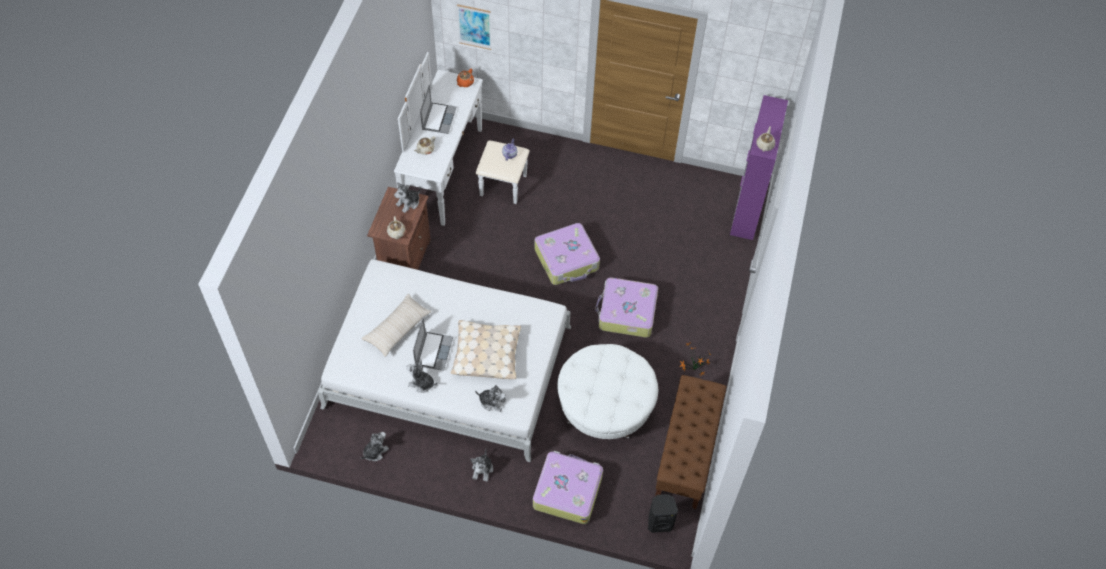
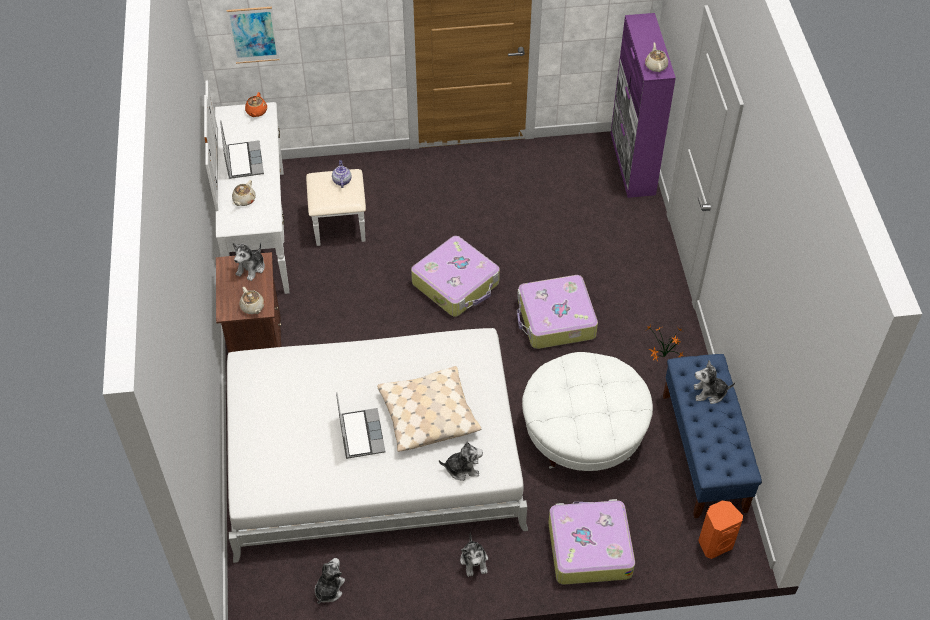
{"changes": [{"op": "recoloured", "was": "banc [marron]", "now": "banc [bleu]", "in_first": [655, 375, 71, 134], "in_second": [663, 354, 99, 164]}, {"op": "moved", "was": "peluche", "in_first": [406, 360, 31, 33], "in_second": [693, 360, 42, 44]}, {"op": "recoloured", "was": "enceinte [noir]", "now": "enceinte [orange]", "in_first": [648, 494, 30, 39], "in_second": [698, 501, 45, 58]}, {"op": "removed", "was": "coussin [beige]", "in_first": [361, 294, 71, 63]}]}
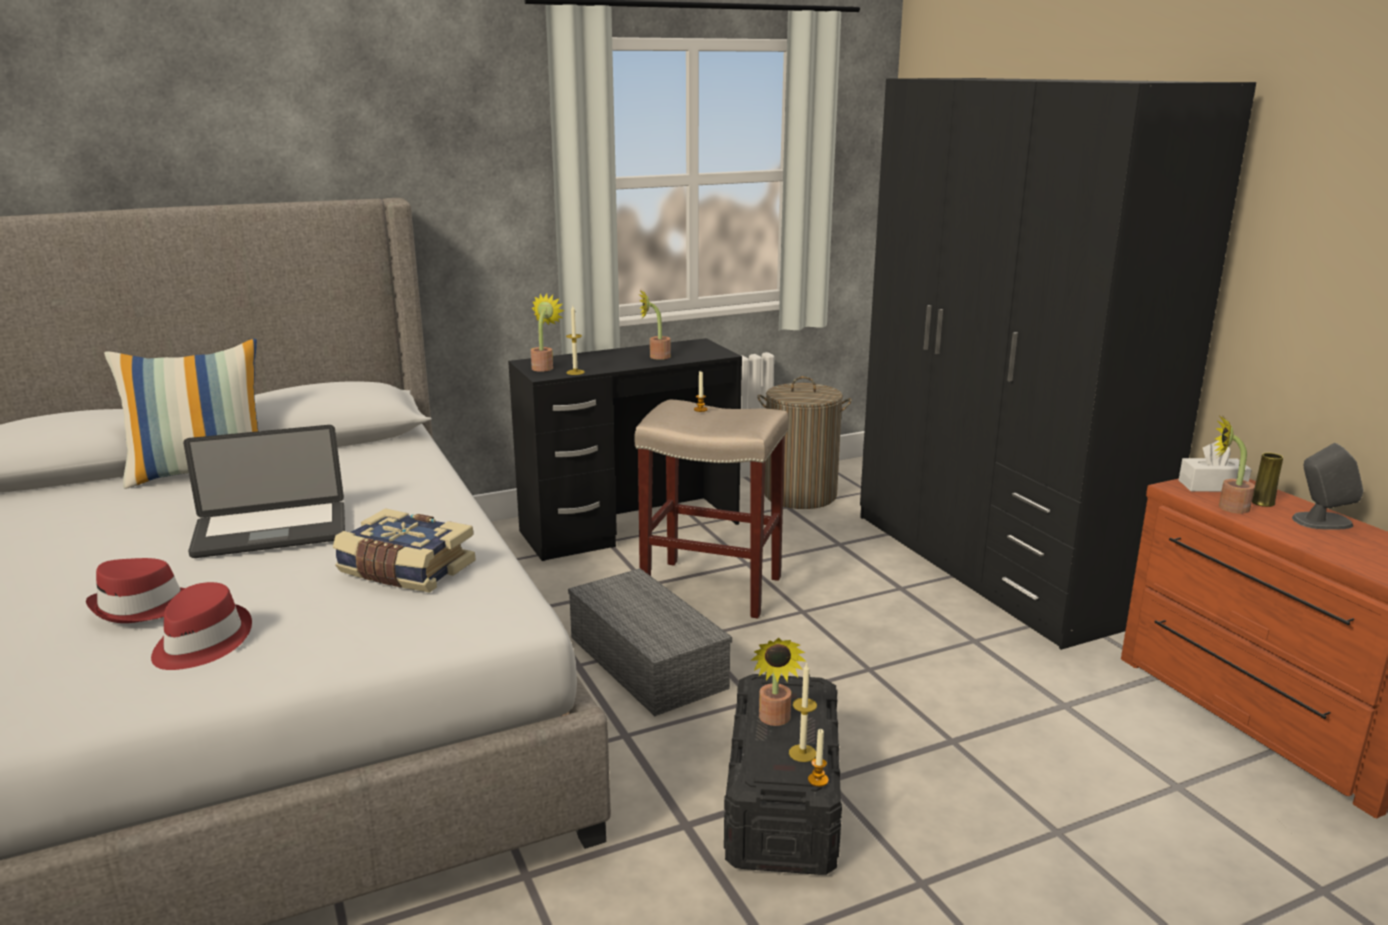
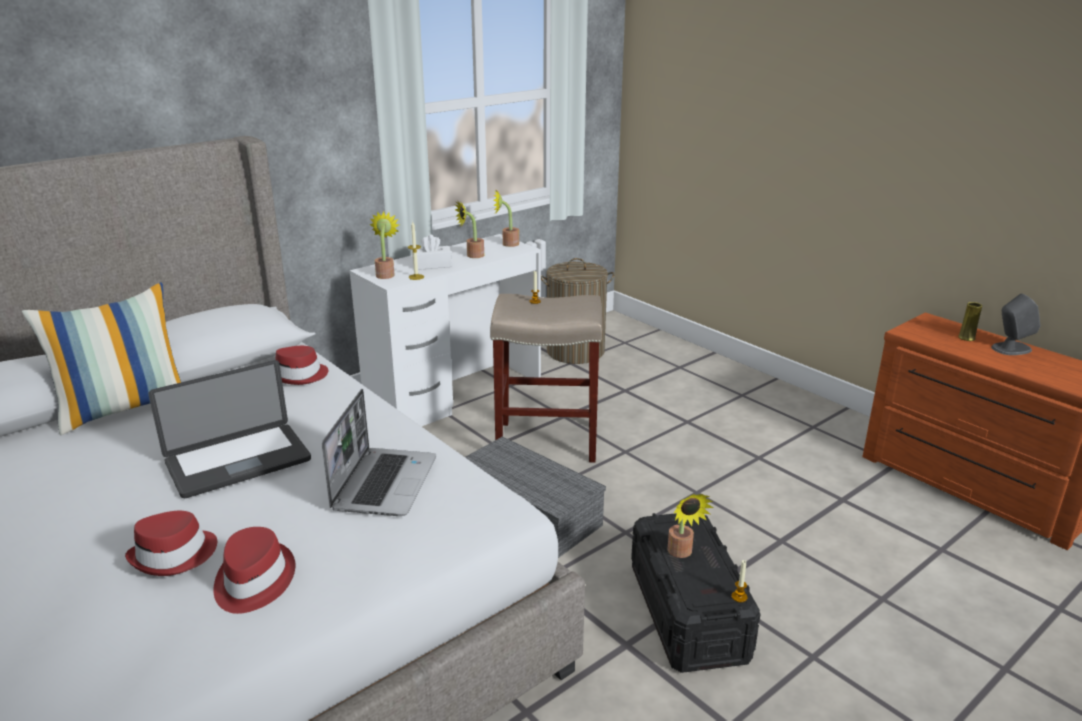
{"changes": [{"op": "added", "now": "chapeau [rouge]", "in_second": [276, 346, 52, 39]}, {"op": "replaced", "was": "livre", "now": "ordinateur portable", "in_first": [333, 508, 143, 85], "in_second": [322, 389, 114, 127]}, {"op": "recoloured", "was": "bureau [noir]", "now": "bureau [blanc]", "in_first": [508, 338, 234, 223], "in_second": [350, 234, 191, 193]}, {"op": "moved", "was": "boîte à mouchoirs [blanc]", "in_first": [1179, 441, 73, 51], "in_second": [412, 234, 40, 36]}, {"op": "moved", "was": "plante en pot", "in_first": [1215, 414, 40, 99], "in_second": [493, 190, 26, 57]}, {"op": "removed", "was": "bougie", "in_first": [789, 662, 28, 100]}, {"op": "removed", "was": "armoire [noir]", "in_first": [860, 78, 396, 572]}]}
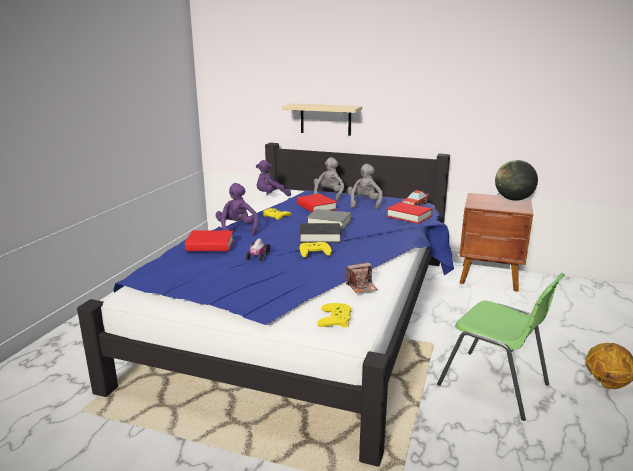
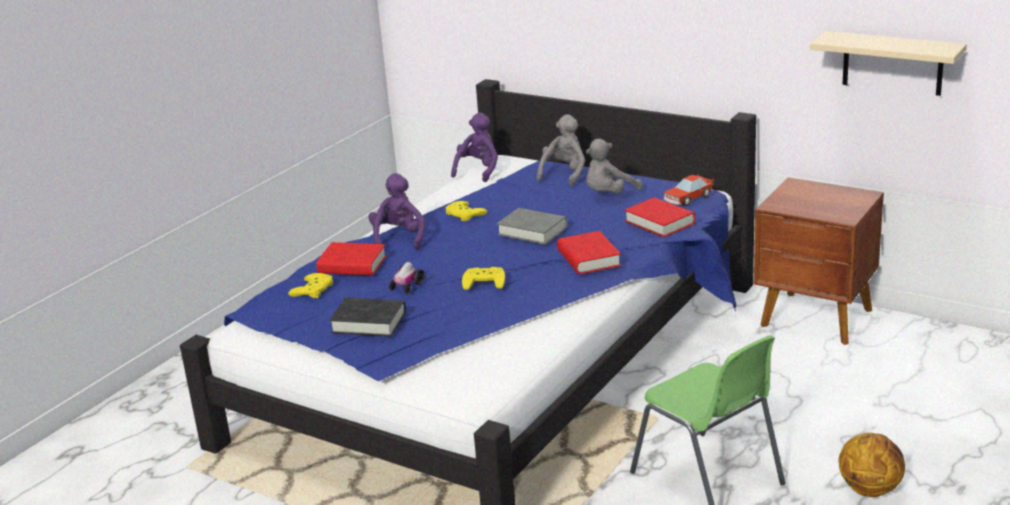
{"changes": [{"op": "moved", "was": "manette [jaune]", "in_first": [317, 303, 34, 24], "in_second": [288, 273, 45, 25]}, {"op": "moved", "was": "livre [noir]", "in_first": [300, 223, 41, 20], "in_second": [329, 298, 77, 39]}, {"op": "turned", "was": "peluche [violet]", "in_first": [256, 160, 35, 36], "in_second": [451, 113, 47, 69], "clockwise": 120}, {"op": "moved", "was": "livre [rouge]", "in_first": [297, 194, 40, 18], "in_second": [557, 231, 64, 43]}, {"op": "turned", "was": "peluche [gris]", "in_first": [347, 164, 36, 46], "in_second": [586, 139, 57, 54], "clockwise": -150}, {"op": "moved", "was": "étagère [beige]", "in_first": [282, 103, 80, 33], "in_second": [810, 31, 157, 65]}, {"op": "removed", "was": "appareil photo", "in_first": [346, 262, 32, 31]}, {"op": "removed", "was": "globe", "in_first": [495, 160, 43, 41]}]}
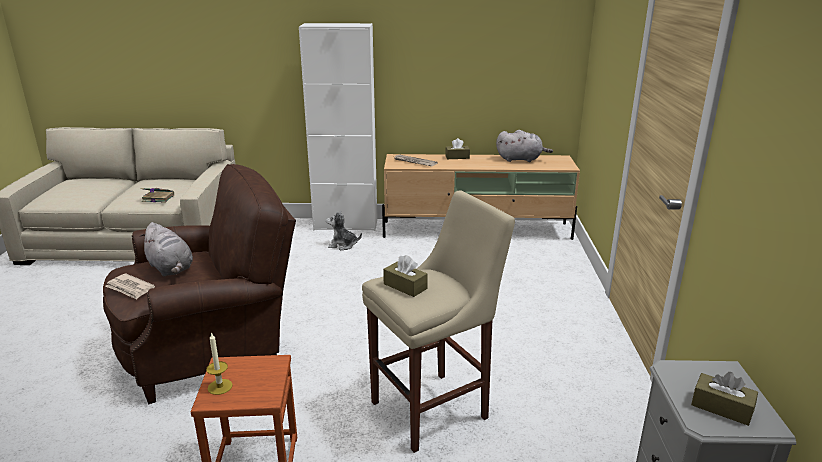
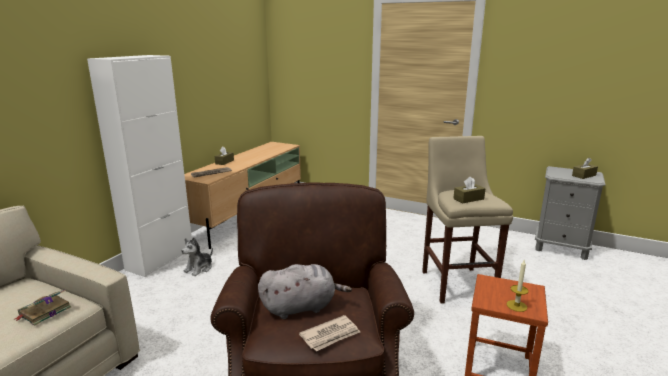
{"changes": [{"op": "removed", "was": "peluche [gris]", "in_first": [496, 130, 57, 32]}]}
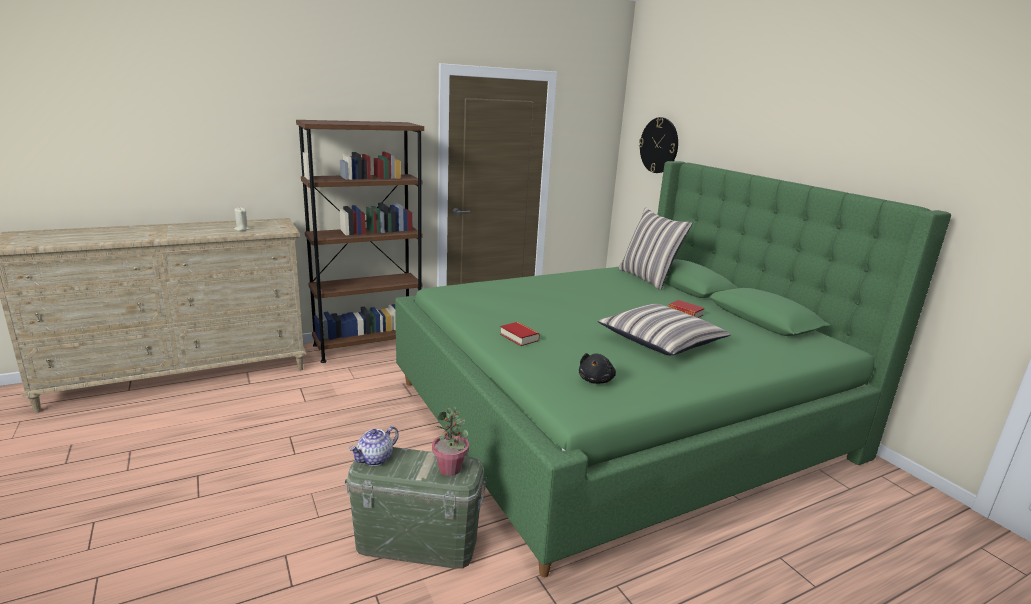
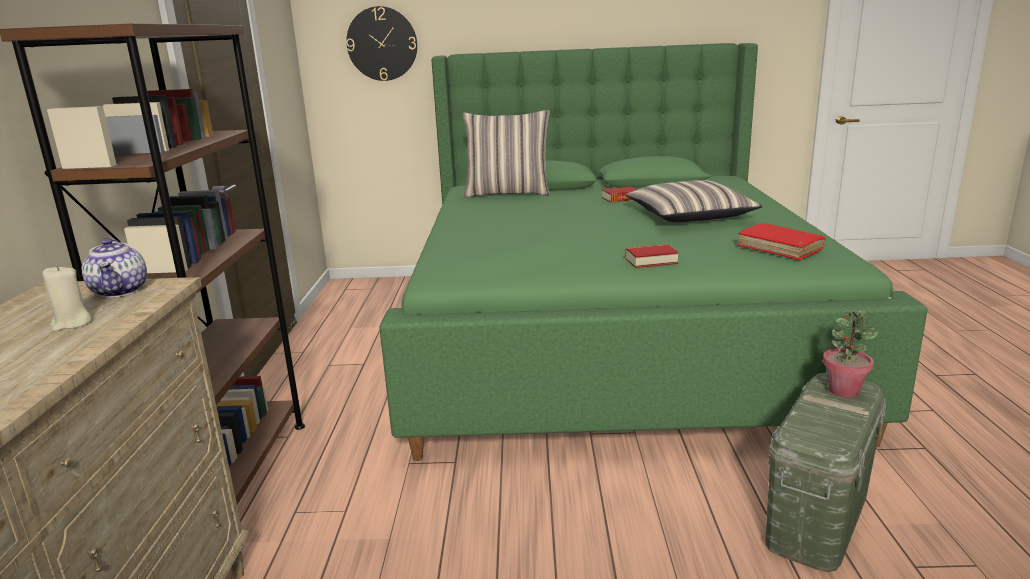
{"changes": [{"op": "moved", "was": "théière", "in_first": [349, 426, 50, 40], "in_second": [82, 238, 65, 60]}, {"op": "replaced", "was": "peluche [noir]", "now": "livre [rouge]", "in_first": [579, 353, 37, 31], "in_second": [737, 223, 89, 37]}]}
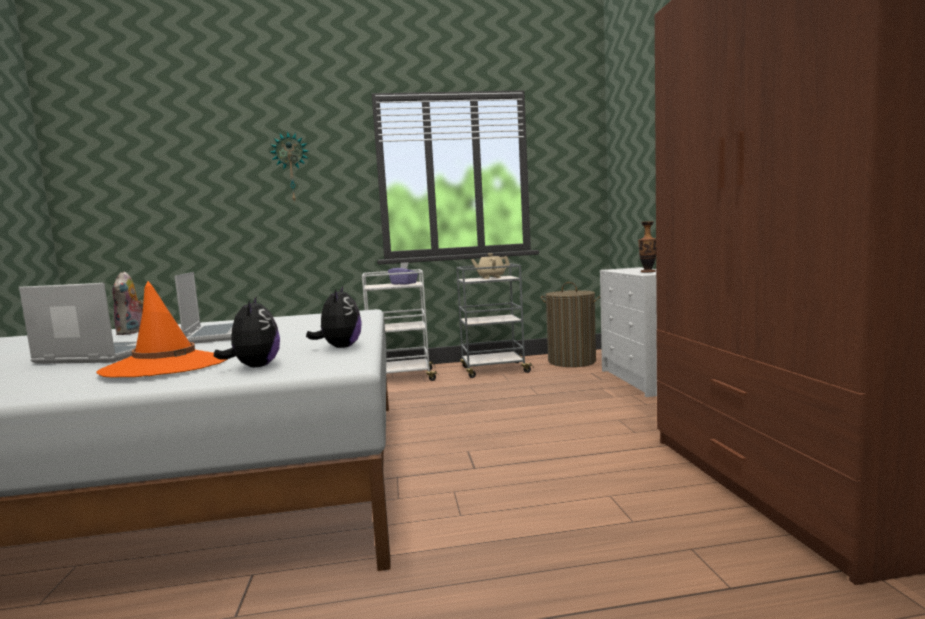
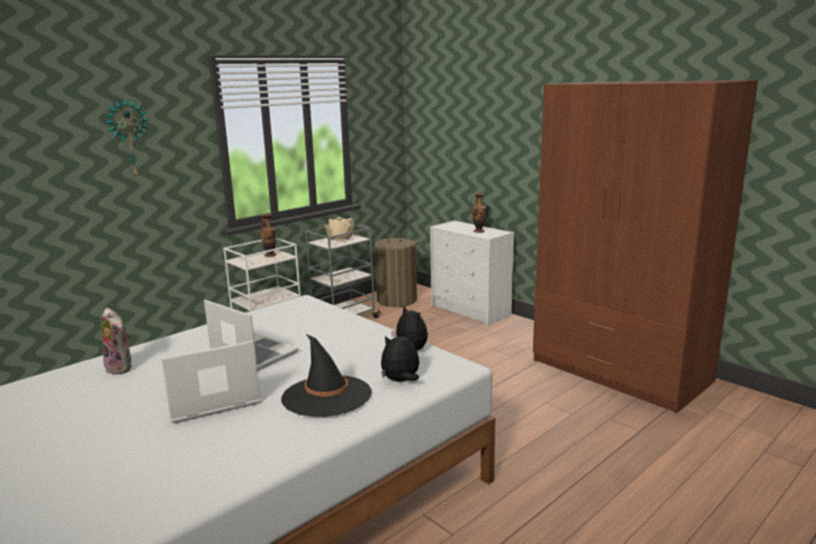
{"changes": [{"op": "replaced", "was": "boîte à mouchoirs [violet]", "now": "vase", "in_first": [388, 262, 30, 23], "in_second": [260, 214, 16, 43]}, {"op": "recoloured", "was": "chapeau [orange]", "now": "chapeau [noir]", "in_first": [96, 281, 132, 97], "in_second": [281, 334, 91, 83]}, {"op": "turned", "was": "peluche", "in_first": [214, 297, 66, 70], "in_second": [381, 332, 38, 50], "clockwise": -60}]}
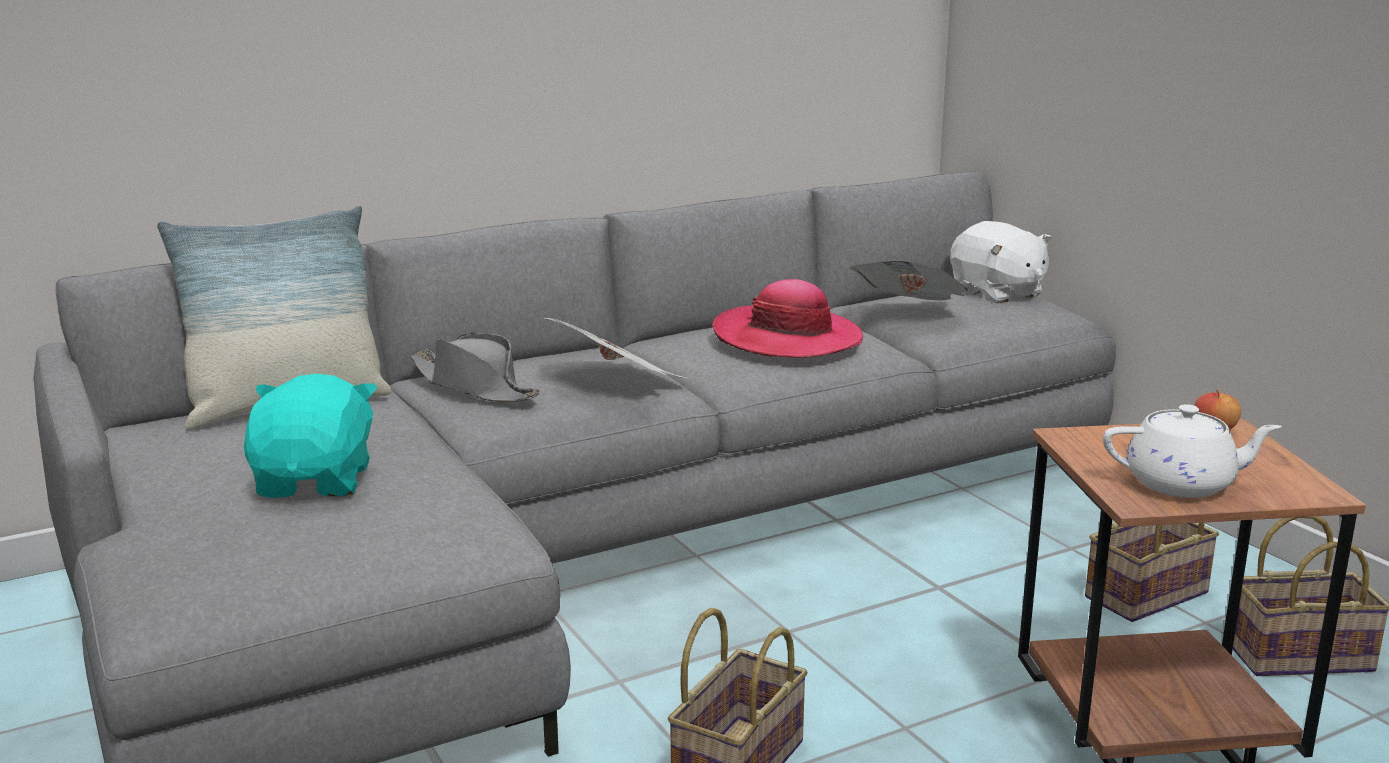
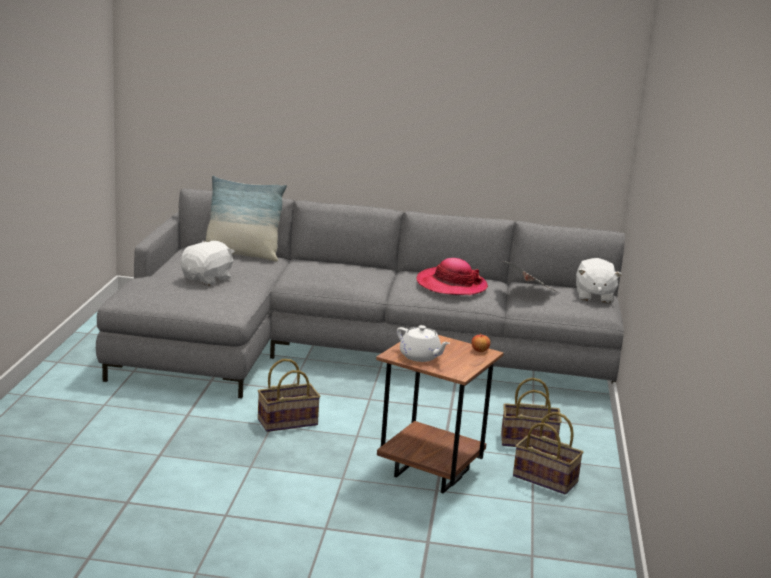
{"changes": [{"op": "recoloured", "was": "peluche [turquoise]", "now": "peluche [blanc]", "in_first": [244, 374, 133, 124], "in_second": [180, 240, 55, 46]}, {"op": "removed", "was": "chapeau [gris]", "in_first": [411, 333, 129, 69]}, {"op": "removed", "was": "journal", "in_first": [545, 318, 143, 60]}]}
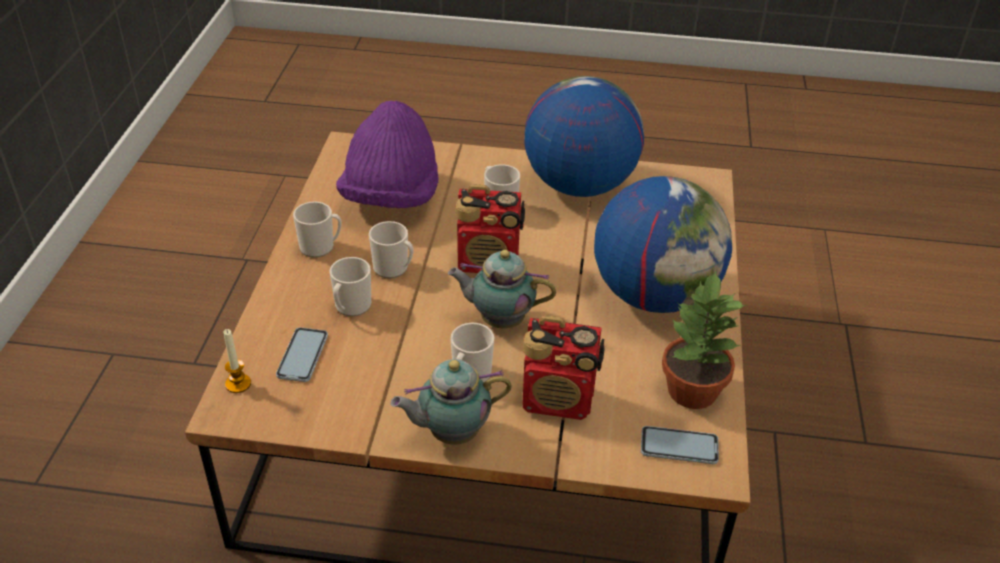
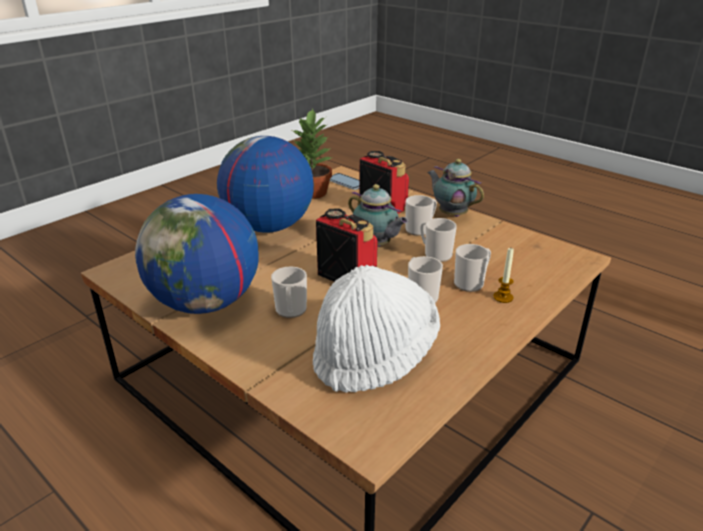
{"changes": [{"op": "recoloured", "was": "chapeau [violet]", "now": "chapeau [blanc]", "in_first": [336, 101, 103, 107], "in_second": [313, 265, 127, 128]}, {"op": "moved", "was": "mug", "in_first": [293, 202, 48, 56], "in_second": [420, 218, 37, 44]}, {"op": "turned", "was": "théière", "in_first": [390, 359, 122, 86], "in_second": [427, 159, 57, 58], "clockwise": -150}, {"op": "moved", "was": "bougie", "in_first": [224, 329, 27, 64], "in_second": [493, 248, 21, 55]}, {"op": "removed", "was": "téléphone", "in_first": [276, 327, 52, 55]}]}
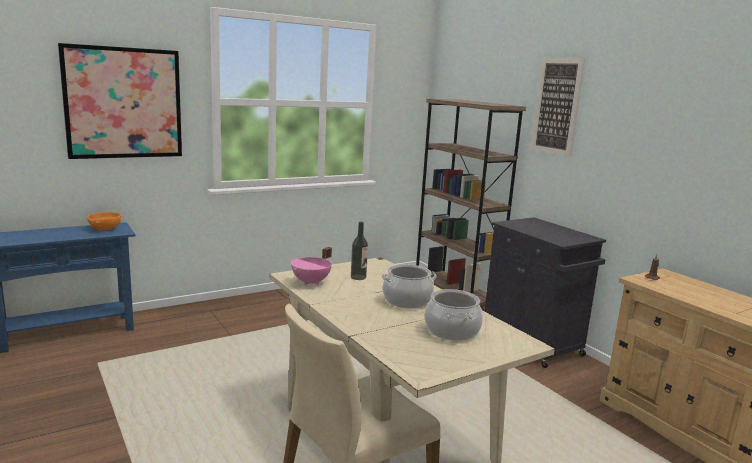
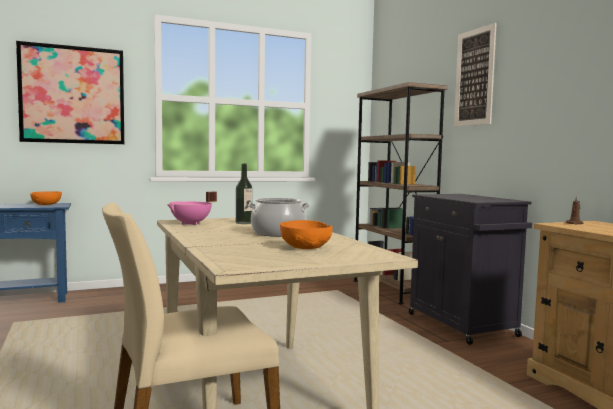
{"changes": [{"op": "replaced", "was": "marmite", "now": "bol [orange]", "in_first": [425, 289, 58, 52], "in_second": [280, 220, 53, 29]}]}
